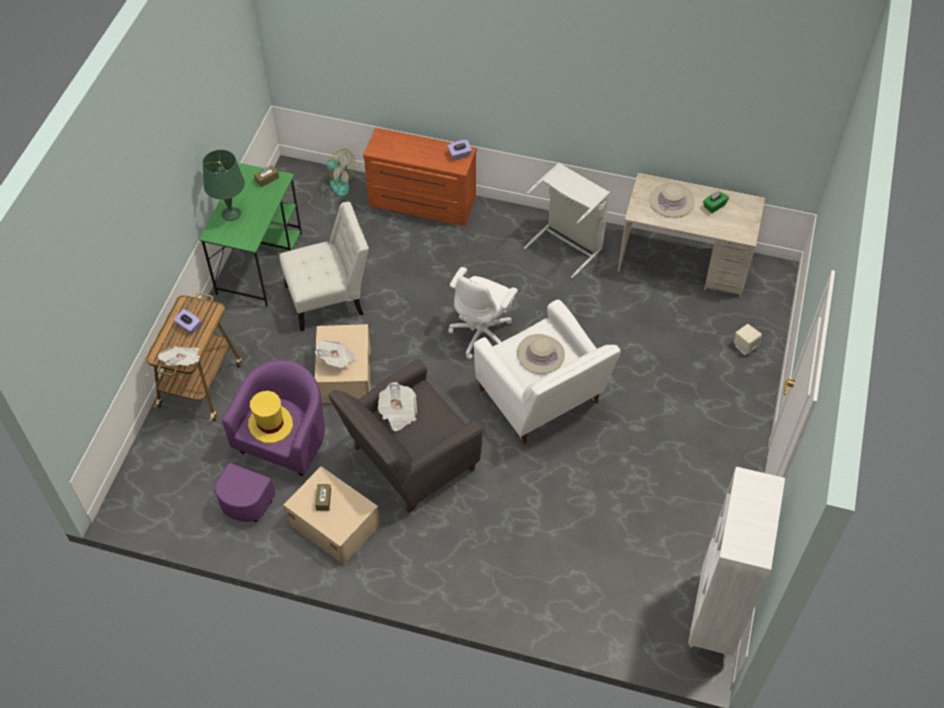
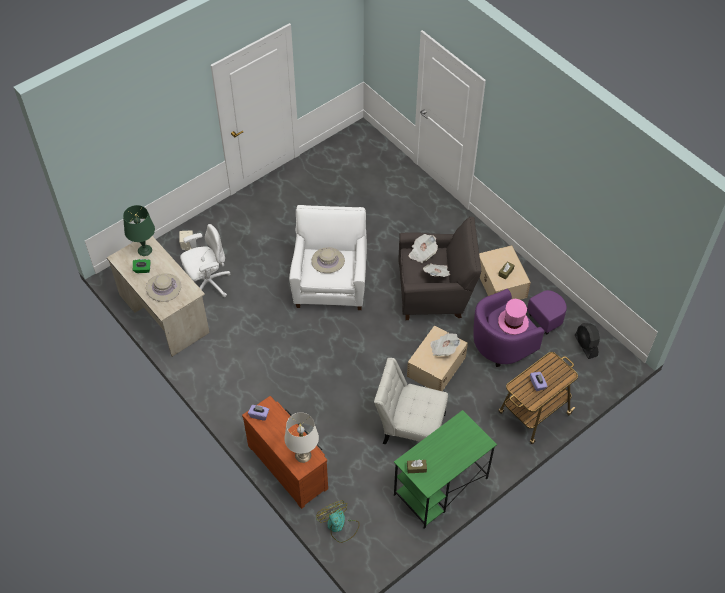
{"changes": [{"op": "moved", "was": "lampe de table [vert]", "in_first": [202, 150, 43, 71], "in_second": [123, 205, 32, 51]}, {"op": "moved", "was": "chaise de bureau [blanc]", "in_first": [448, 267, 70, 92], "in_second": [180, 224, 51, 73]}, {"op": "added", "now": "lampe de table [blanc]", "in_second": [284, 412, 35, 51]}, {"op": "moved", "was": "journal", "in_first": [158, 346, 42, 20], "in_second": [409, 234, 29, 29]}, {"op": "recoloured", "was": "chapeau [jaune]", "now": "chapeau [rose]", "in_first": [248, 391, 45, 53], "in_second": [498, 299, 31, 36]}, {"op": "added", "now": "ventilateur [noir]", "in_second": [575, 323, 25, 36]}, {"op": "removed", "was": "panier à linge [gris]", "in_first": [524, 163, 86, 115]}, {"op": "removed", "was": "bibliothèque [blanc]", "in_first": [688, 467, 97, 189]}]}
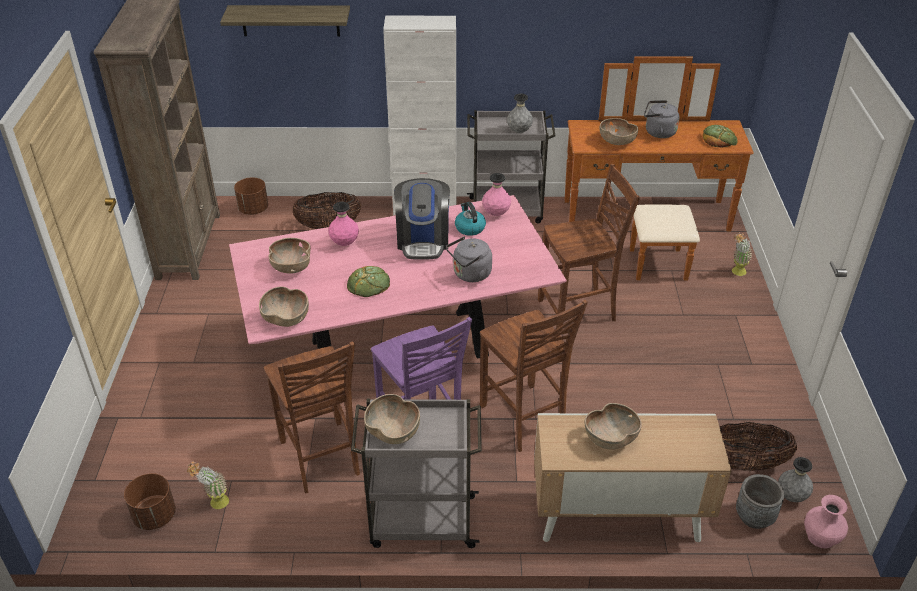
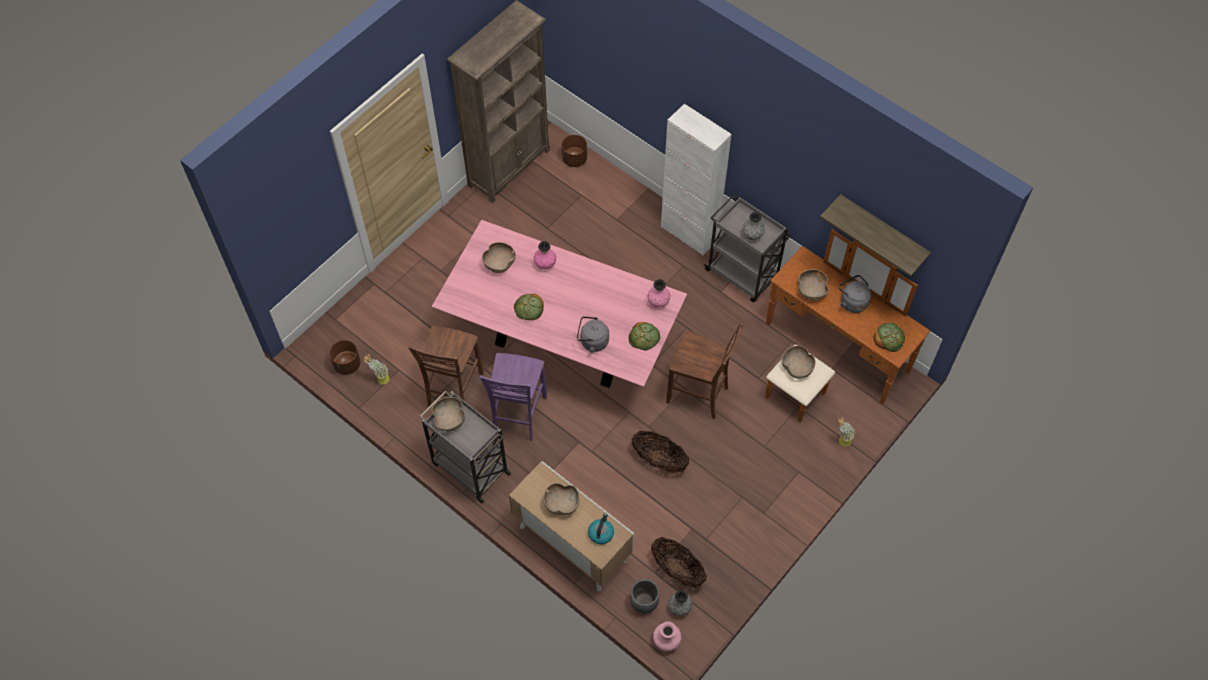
{"changes": [{"op": "moved", "was": "bouilloire", "in_first": [455, 202, 31, 34], "in_second": [588, 513, 26, 31]}, {"op": "added", "now": "pain", "in_second": [629, 322, 31, 28]}, {"op": "moved", "was": "panier", "in_first": [292, 192, 69, 37], "in_second": [631, 431, 58, 42]}, {"op": "moved", "was": "bol [marron]", "in_first": [259, 287, 50, 40], "in_second": [782, 346, 34, 33]}, {"op": "moved", "was": "étagère", "in_first": [220, 5, 130, 31], "in_second": [820, 194, 111, 83]}, {"op": "removed", "was": "machine à café", "in_first": [394, 178, 56, 82]}, {"op": "removed", "was": "chaise [marron]", "in_first": [480, 300, 108, 152]}]}
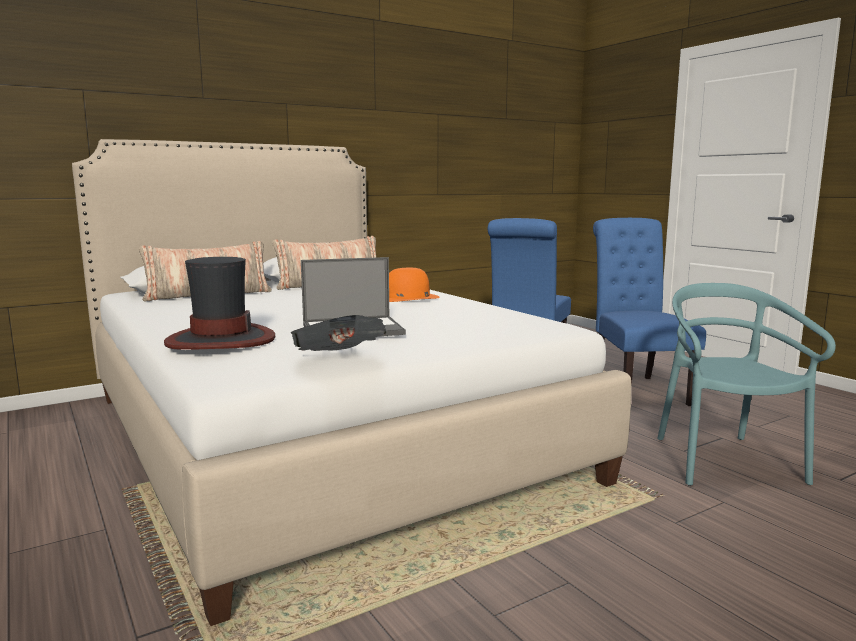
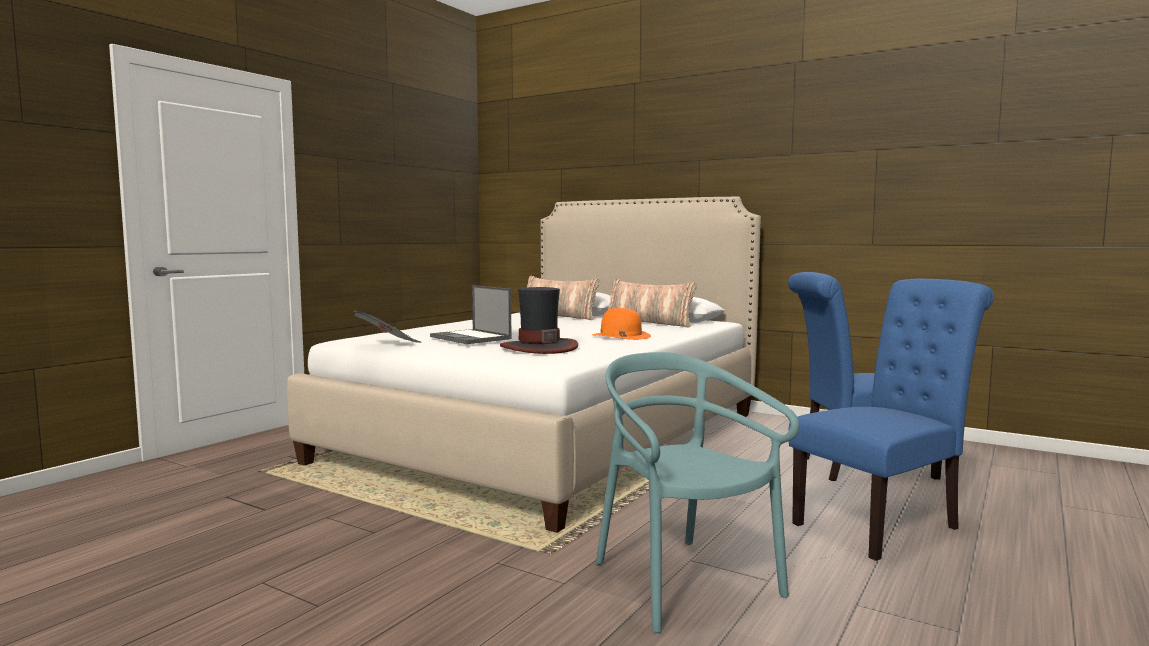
{"changes": [{"op": "moved", "was": "chapeau", "in_first": [164, 257, 111, 93], "in_second": [500, 287, 78, 67]}, {"op": "turned", "was": "chaise [turquoise]", "in_first": [657, 283, 179, 203], "in_second": [596, 352, 203, 281], "clockwise": -90}]}
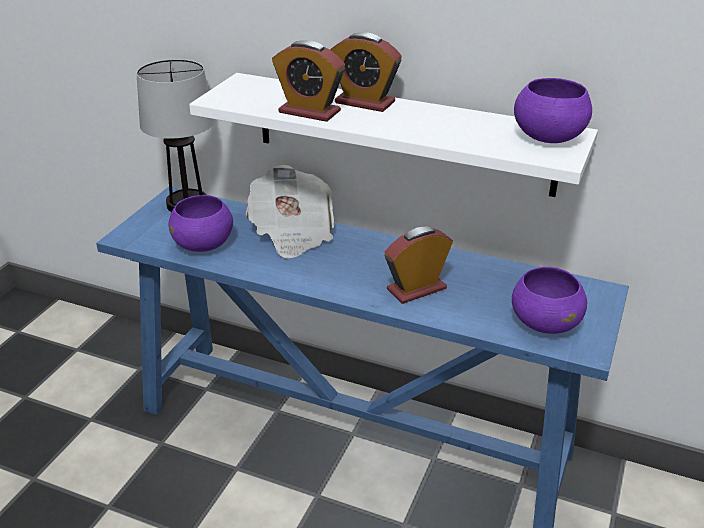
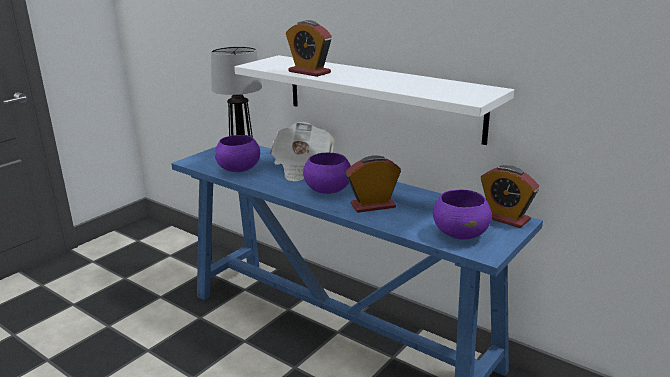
{"changes": [{"op": "moved", "was": "bol [violet]", "in_first": [514, 78, 78, 65], "in_second": [303, 153, 48, 41]}, {"op": "moved", "was": "réveil", "in_first": [330, 32, 72, 80], "in_second": [481, 165, 58, 63]}]}
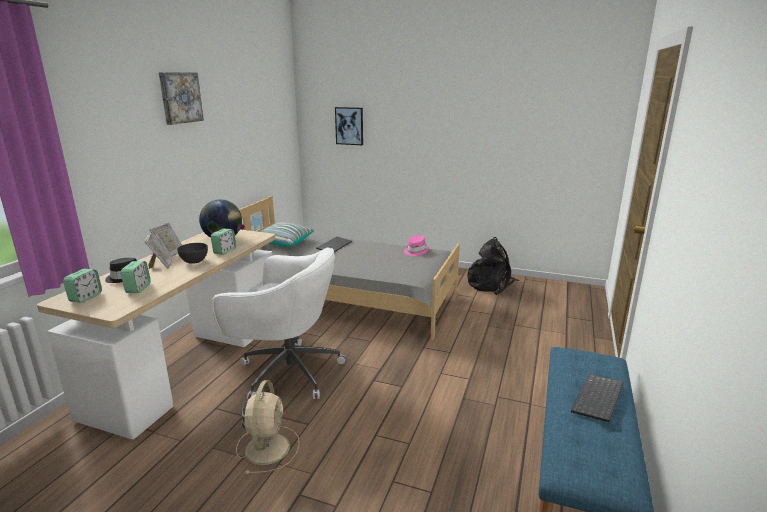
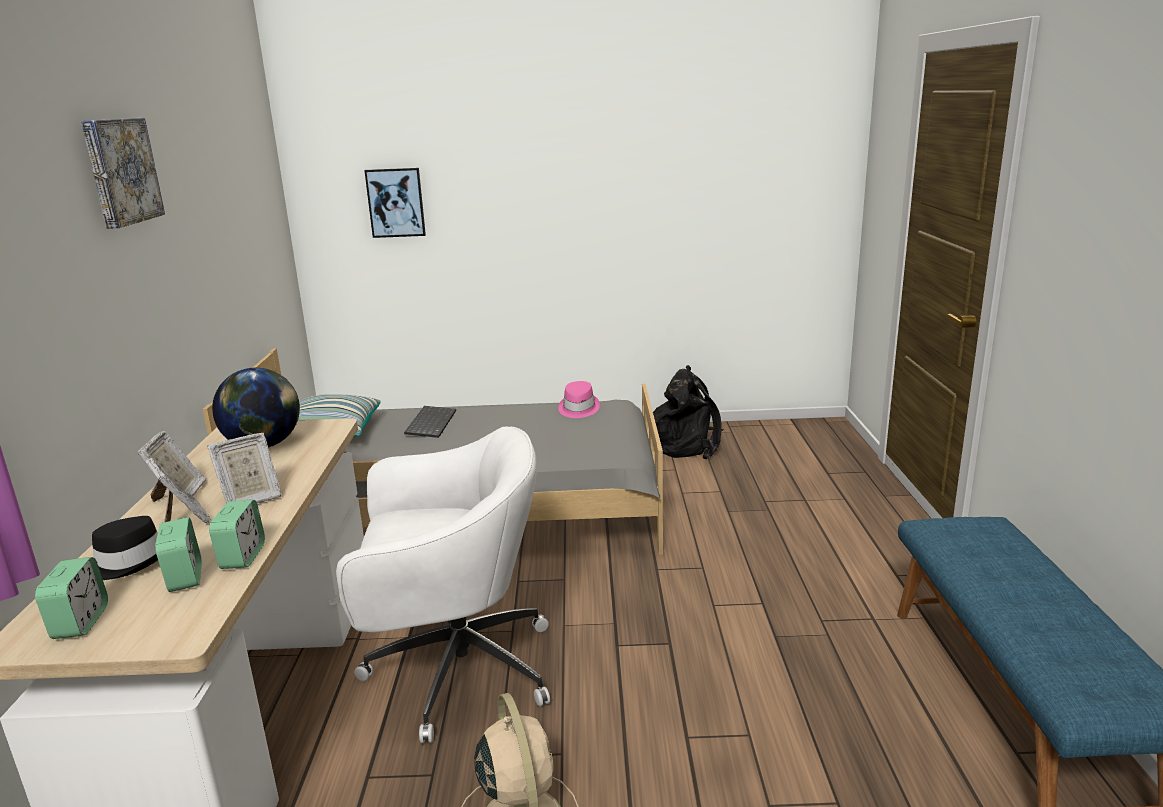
{"changes": [{"op": "replaced", "was": "bol [gris]", "now": "cadre photo", "in_first": [177, 243, 31, 21], "in_second": [207, 433, 74, 70]}, {"op": "moved", "was": "réveil", "in_first": [211, 229, 25, 26], "in_second": [209, 500, 56, 69]}, {"op": "removed", "was": "clavier", "in_first": [571, 374, 53, 49]}]}
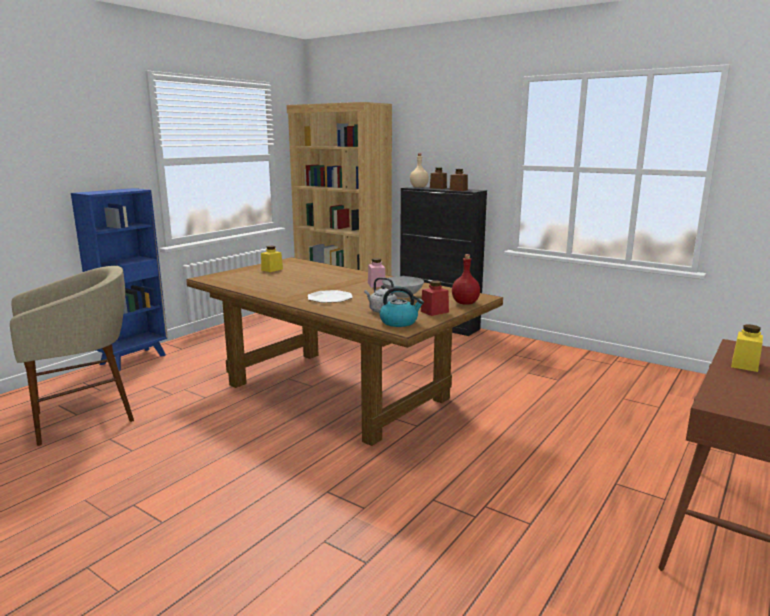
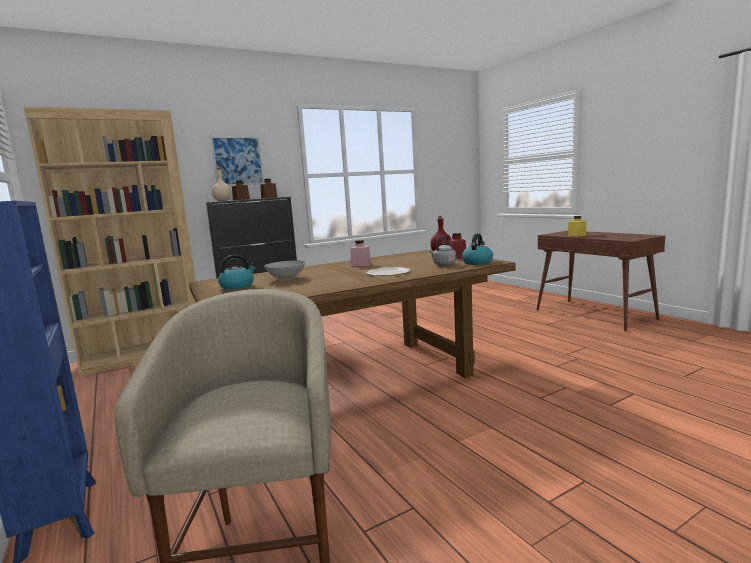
{"changes": [{"op": "added", "now": "tableau", "in_second": [211, 136, 53, 50]}, {"op": "replaced", "was": "bocal [jaune]", "now": "bouilloire", "in_first": [261, 246, 22, 26], "in_second": [218, 255, 39, 35]}, {"op": "moved", "was": "bol [gris]", "in_first": [382, 276, 42, 22], "in_second": [264, 261, 41, 19]}]}
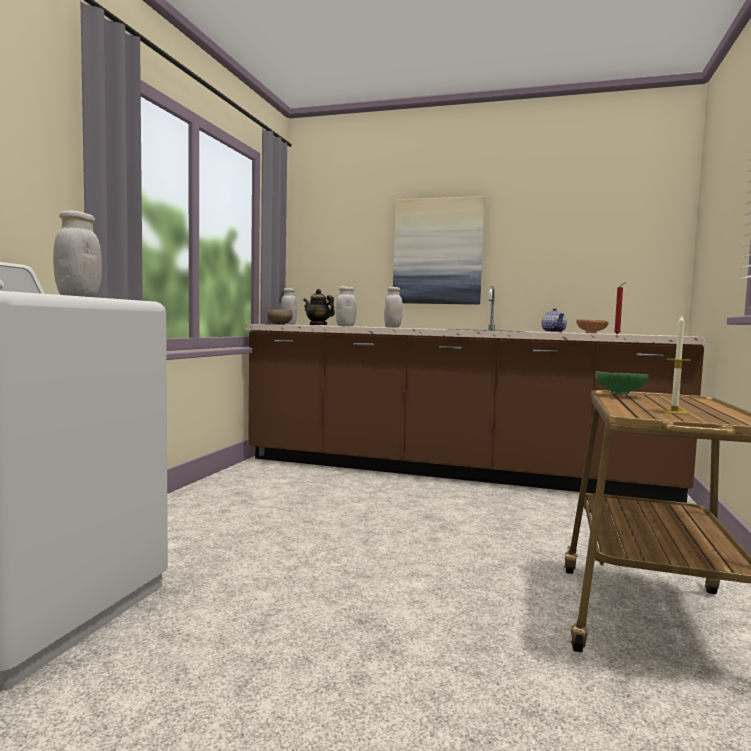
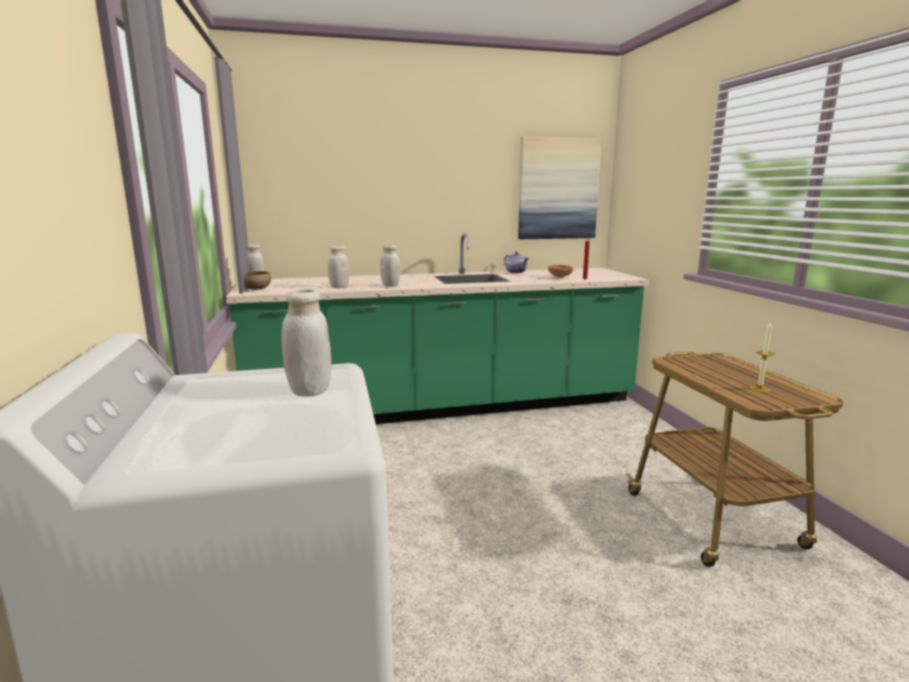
{"changes": [{"op": "recoloured", "was": "comptoir de cuisine [marron]", "now": "comptoir de cuisine [vert]", "in_first": [245, 286, 464, 217], "in_second": [226, 234, 423, 190]}, {"op": "moved", "was": "tableau", "in_first": [393, 196, 92, 109], "in_second": [518, 136, 84, 103]}, {"op": "removed", "was": "théière", "in_first": [303, 289, 32, 36]}, {"op": "removed", "was": "bol [vert]", "in_first": [595, 371, 54, 24]}]}
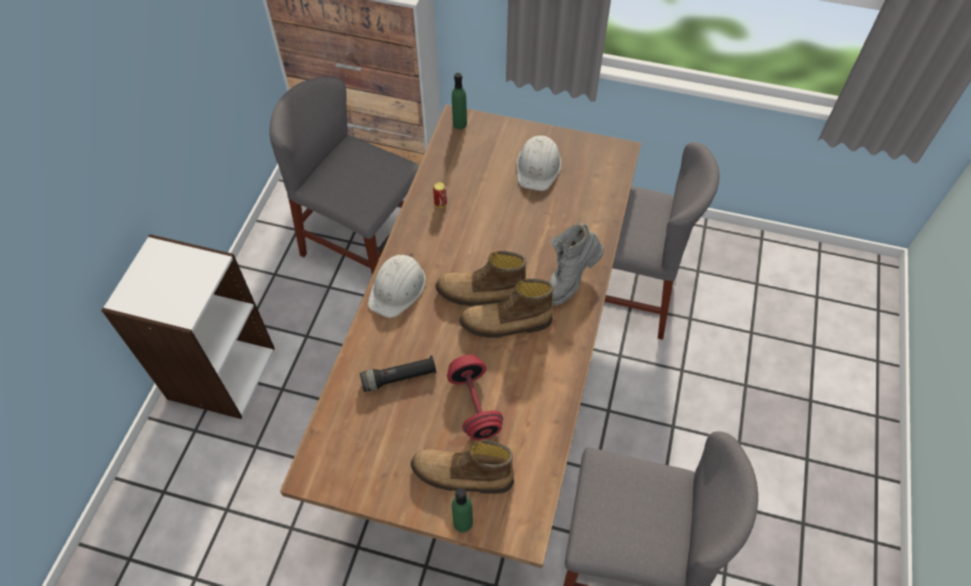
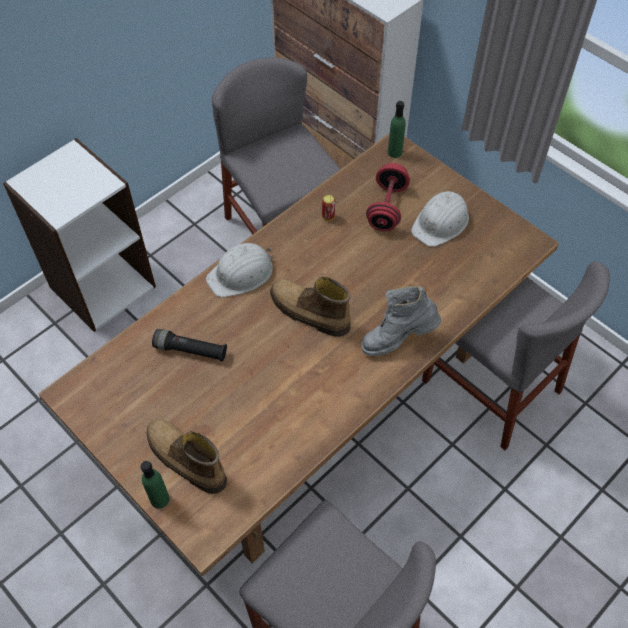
{"changes": [{"op": "moved", "was": "haltère [rouge]", "in_first": [447, 355, 56, 86], "in_second": [366, 163, 44, 68]}, {"op": "removed", "was": "botte", "in_first": [459, 279, 95, 59]}]}
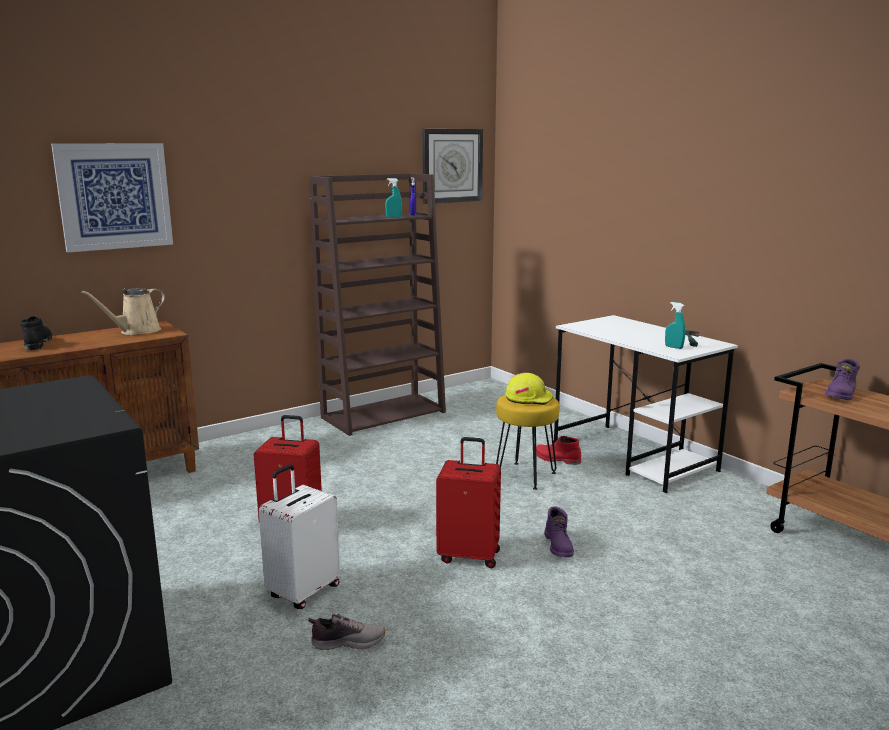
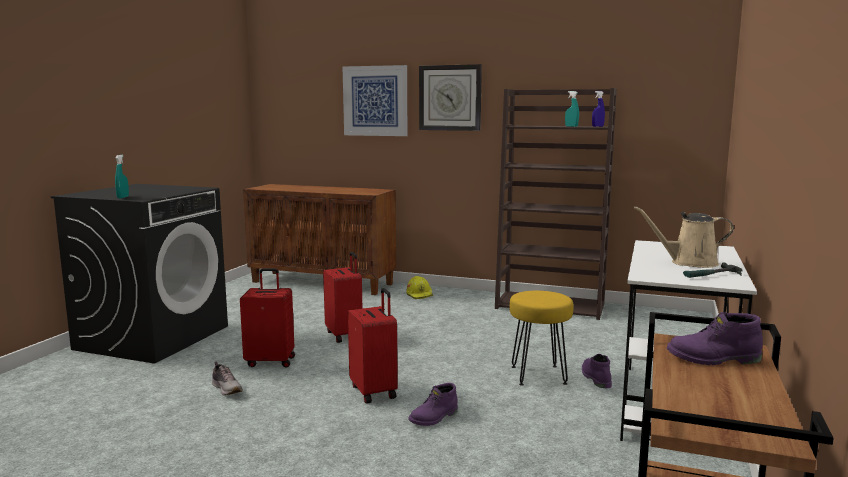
{"changes": [{"op": "moved", "was": "vaporisateur [turquoise]", "in_first": [665, 302, 20, 47], "in_second": [115, 155, 14, 43]}, {"op": "recoloured", "was": "valise [blanc]", "now": "valise [rouge]", "in_first": [259, 464, 81, 145], "in_second": [240, 268, 55, 99]}, {"op": "moved", "was": "casque de chantier [jaune]", "in_first": [506, 373, 47, 32], "in_second": [406, 276, 27, 23]}, {"op": "moved", "was": "horloge murale", "in_first": [422, 129, 61, 75], "in_second": [419, 64, 63, 67]}, {"op": "recoloured", "was": "botte [rouge]", "now": "botte [violet]", "in_first": [536, 436, 45, 29], "in_second": [582, 354, 30, 35]}, {"op": "moved", "was": "arrosoir [beige]", "in_first": [81, 288, 84, 47], "in_second": [634, 206, 100, 62]}, {"op": "removed", "was": "botte [noir]", "in_first": [20, 316, 32, 34]}]}
